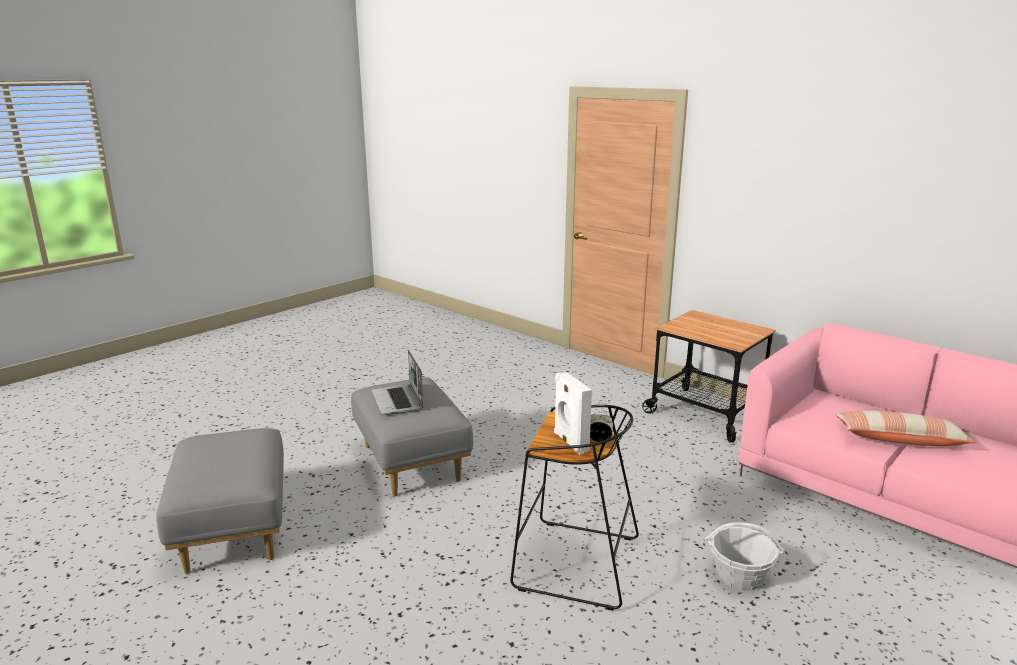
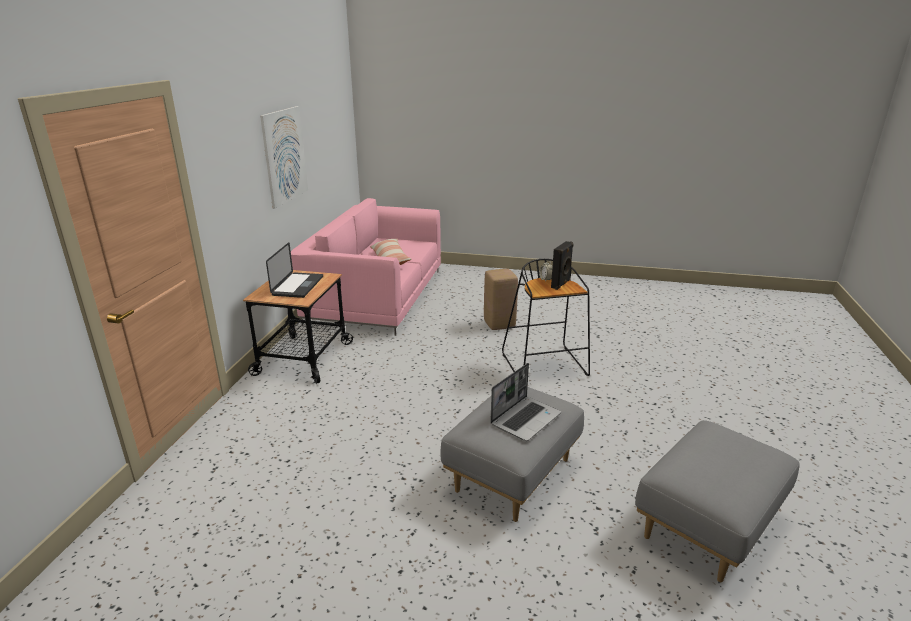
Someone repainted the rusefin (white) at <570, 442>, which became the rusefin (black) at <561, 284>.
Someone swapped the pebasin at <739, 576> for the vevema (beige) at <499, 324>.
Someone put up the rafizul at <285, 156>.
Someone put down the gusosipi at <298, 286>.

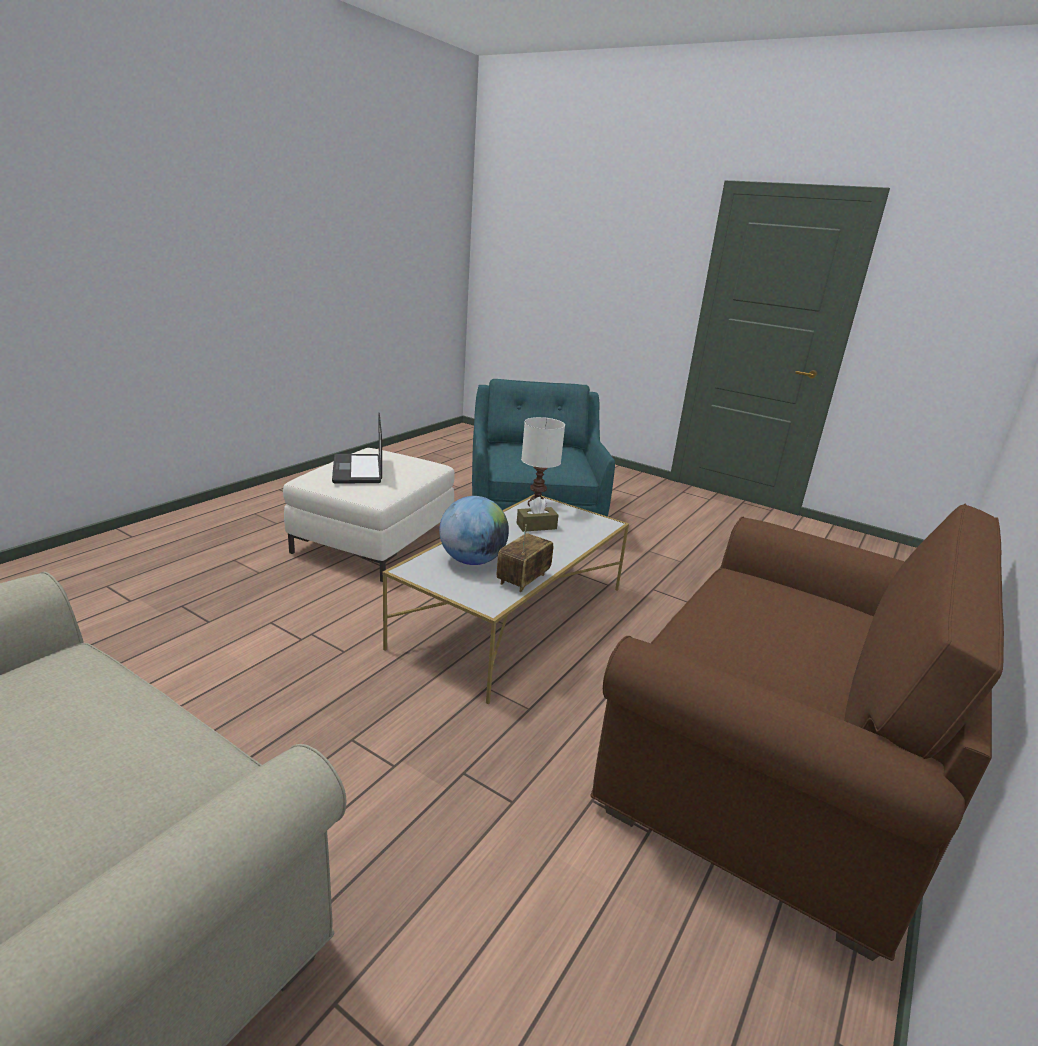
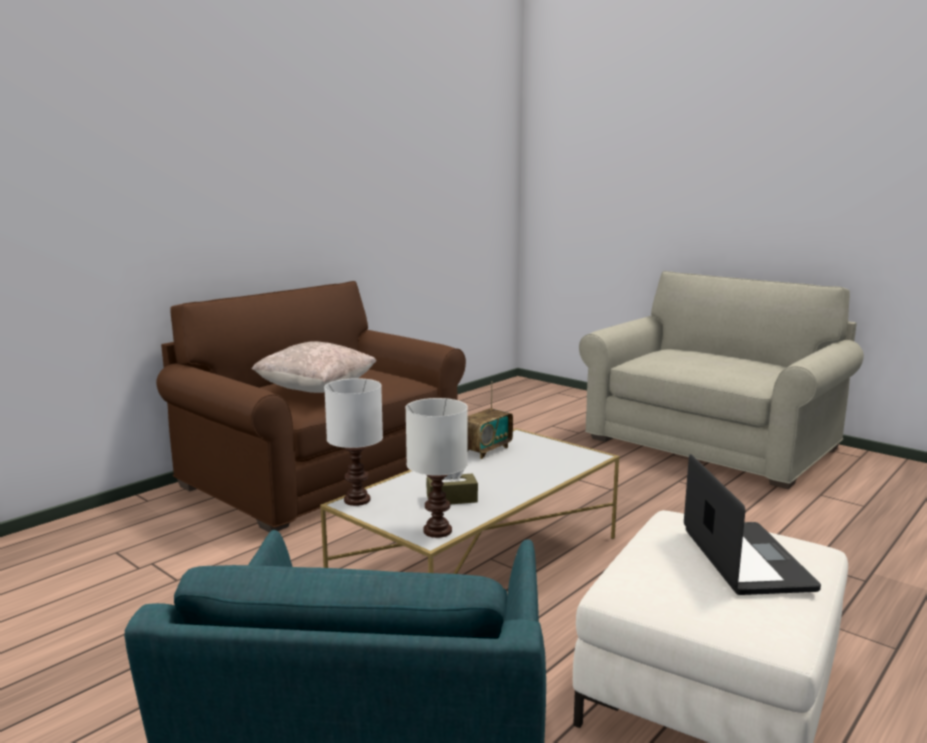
Someone took away the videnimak at <472, 561>.
Someone put down the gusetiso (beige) at <316, 390>.
Someone put down the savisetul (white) at <356, 500>.

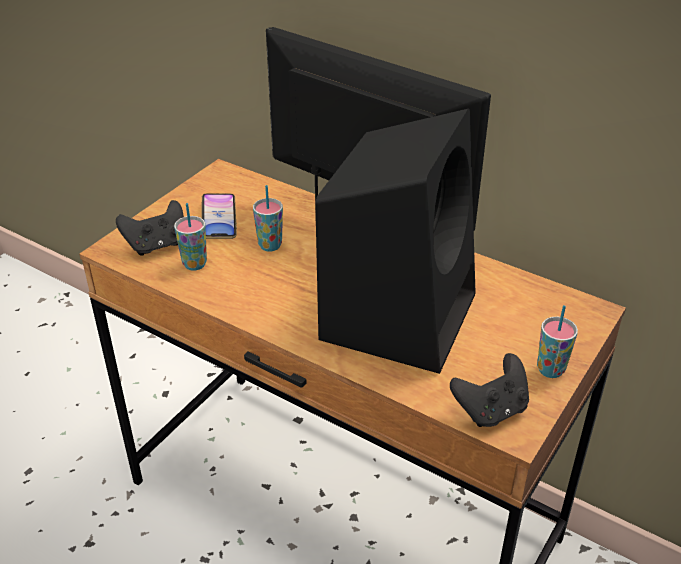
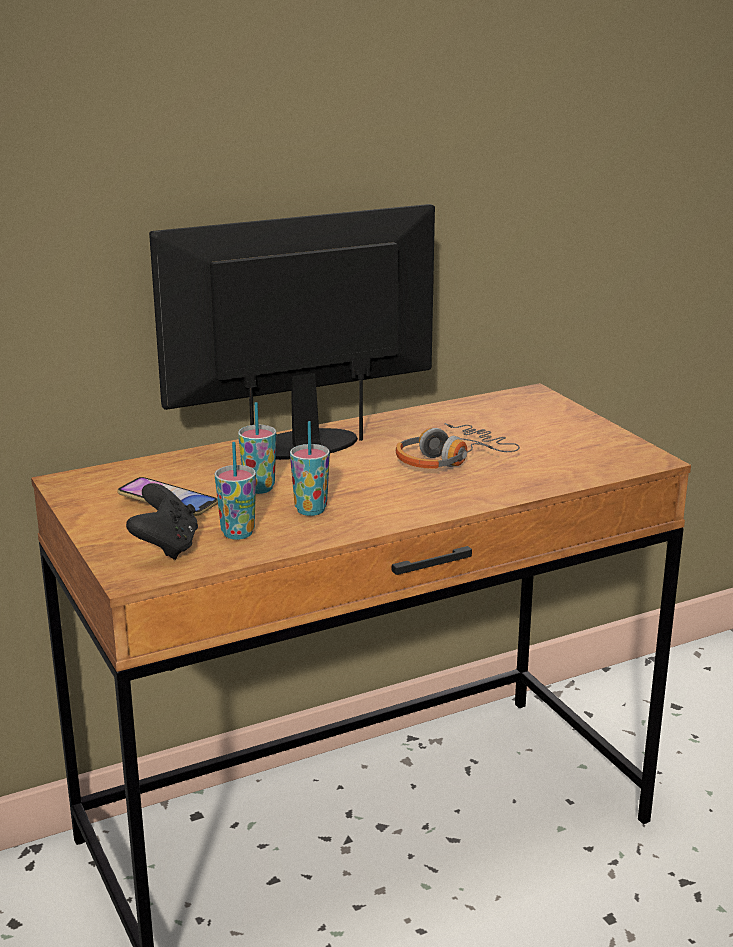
Someone swapped the rusefin (black) at <399, 313> for the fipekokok at <450, 460>.
Someone took away the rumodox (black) at <491, 410>.
Someone carried the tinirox from <550, 370> to <310, 510>.

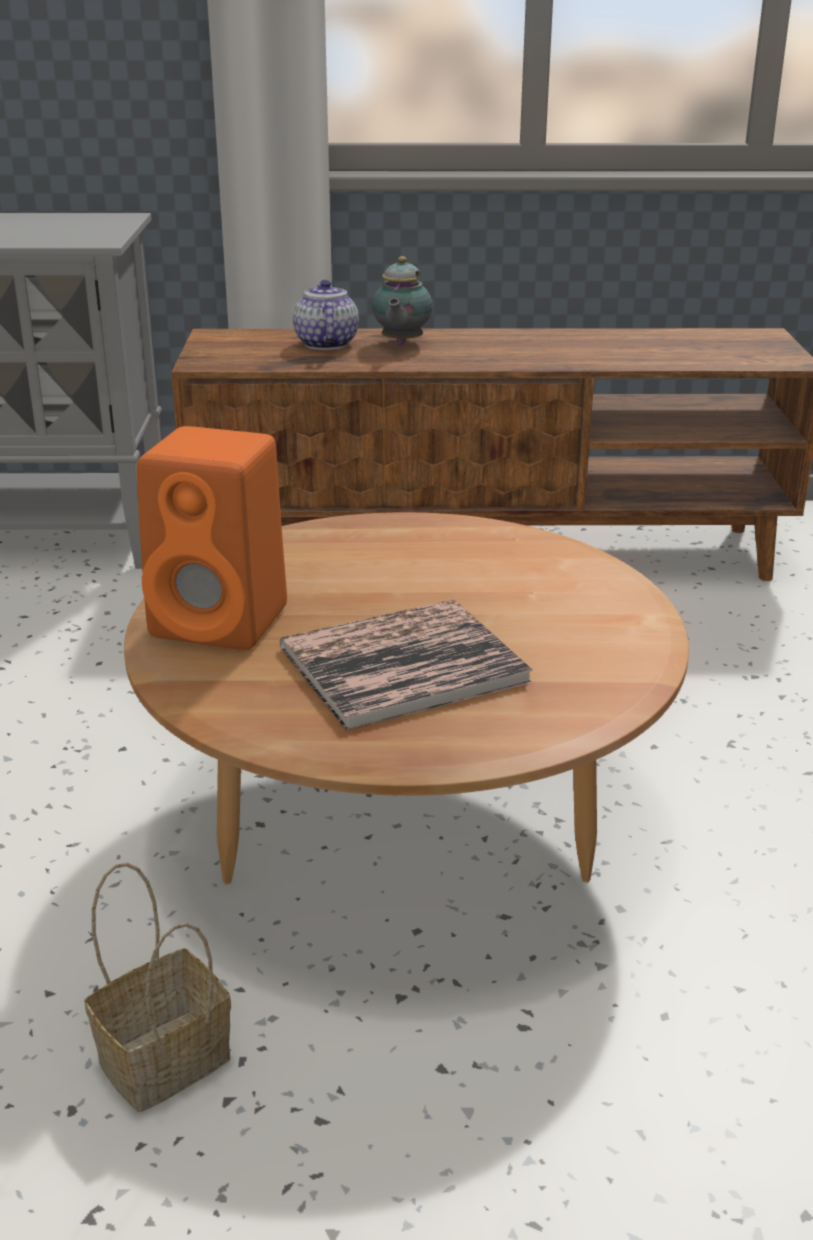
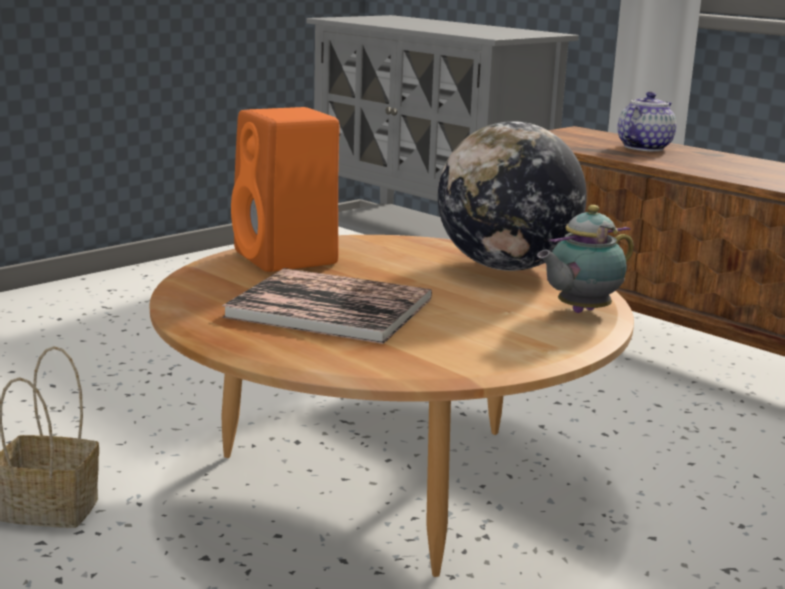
Someone carried the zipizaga from <401, 343> to <580, 311>.
Someone put down the videnimak at <506, 267>.

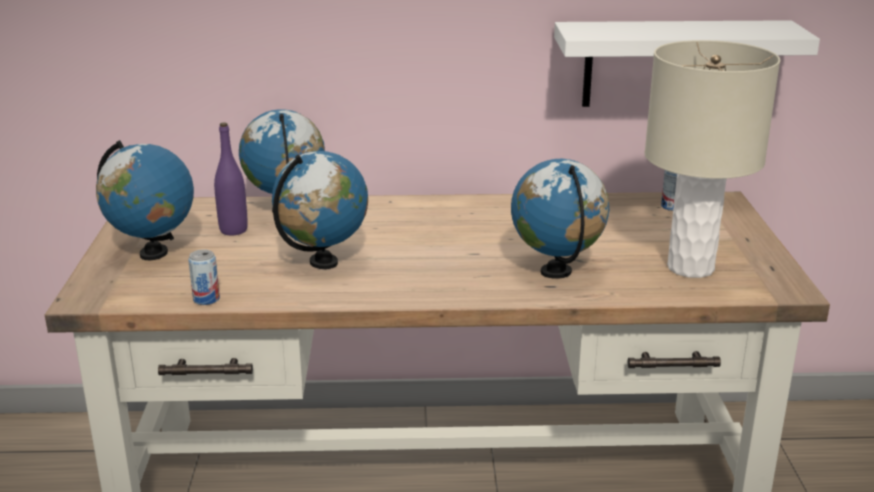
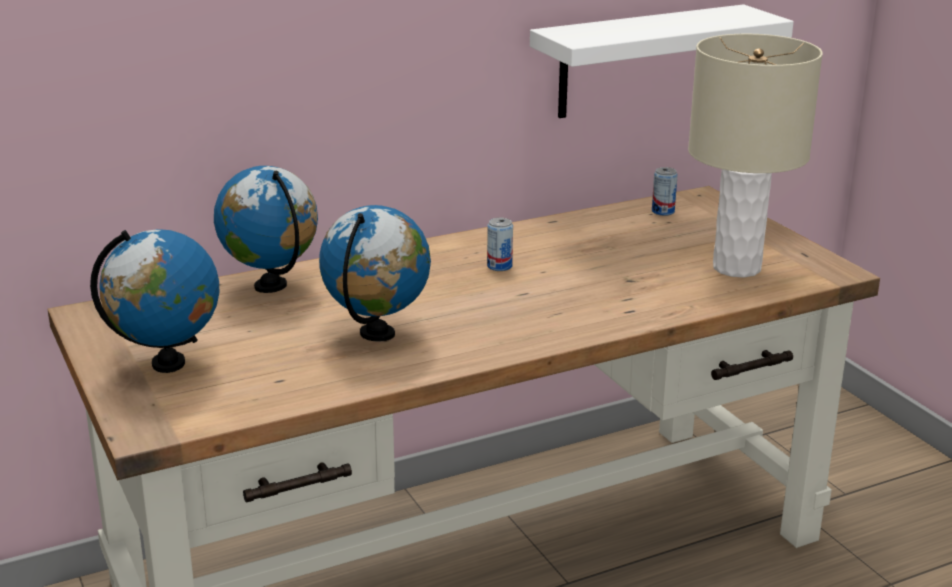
Someone carried the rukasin from <206, 299> to <499, 266>.
Someone took away the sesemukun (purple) at <233, 230>.
Someone took away the videnimak at <556, 272>.

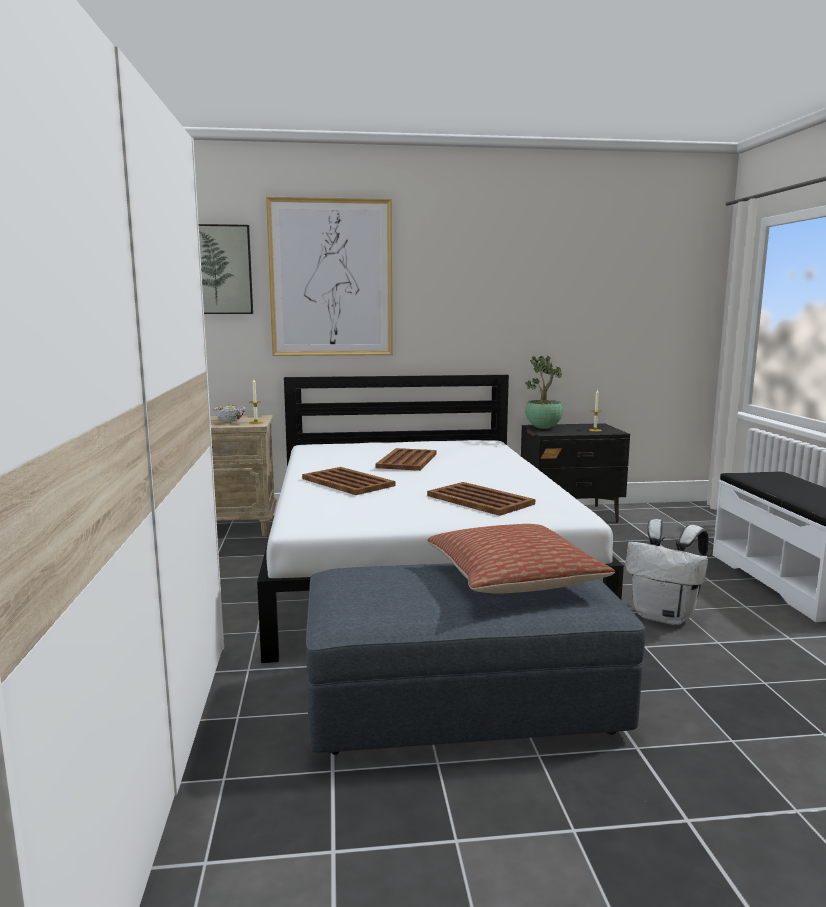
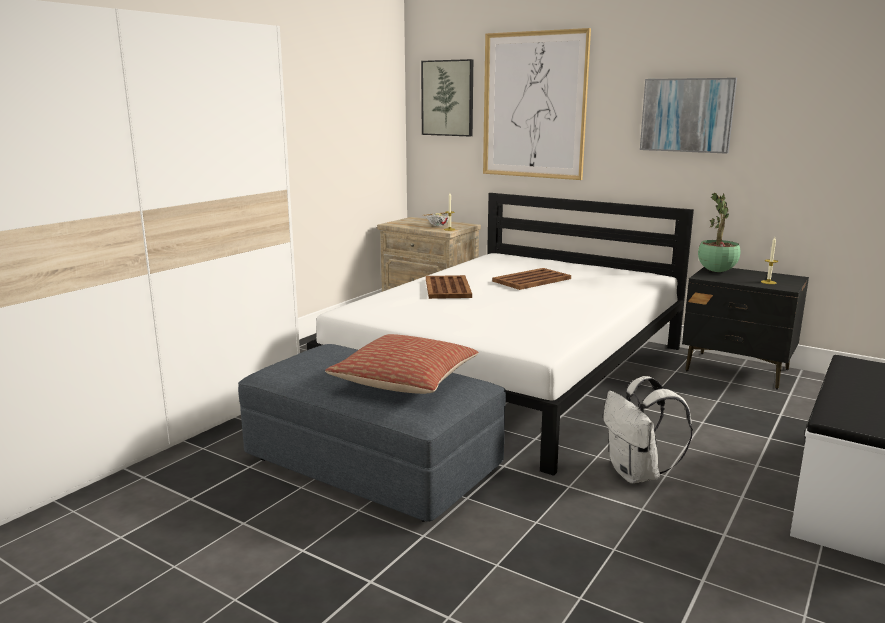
Someone took away the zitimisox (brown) at <480, 500>.
Someone put up the rafizul at <687, 115>.

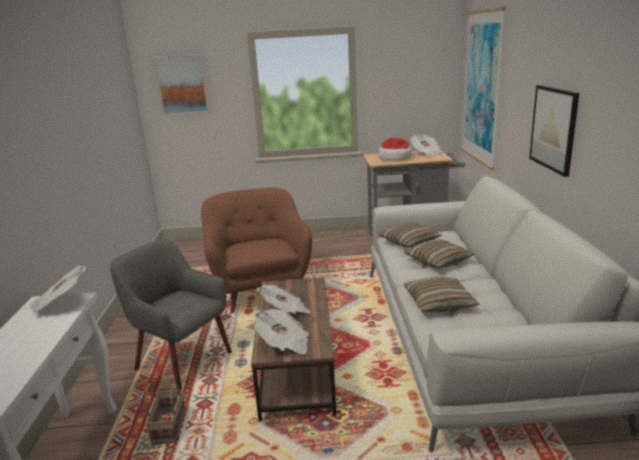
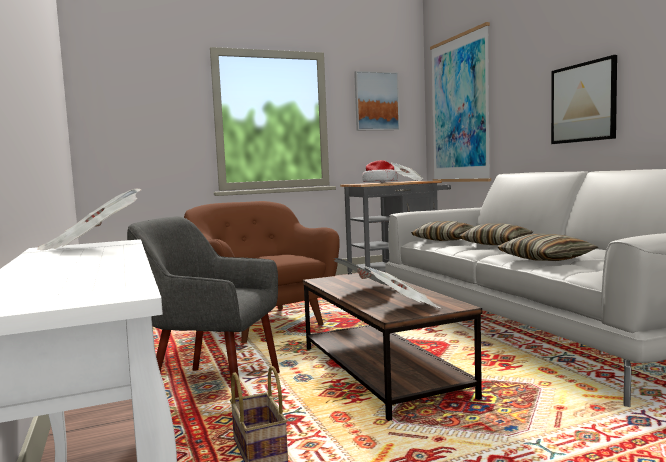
Someone carried the rafizul from <182, 84> to <376, 101>.

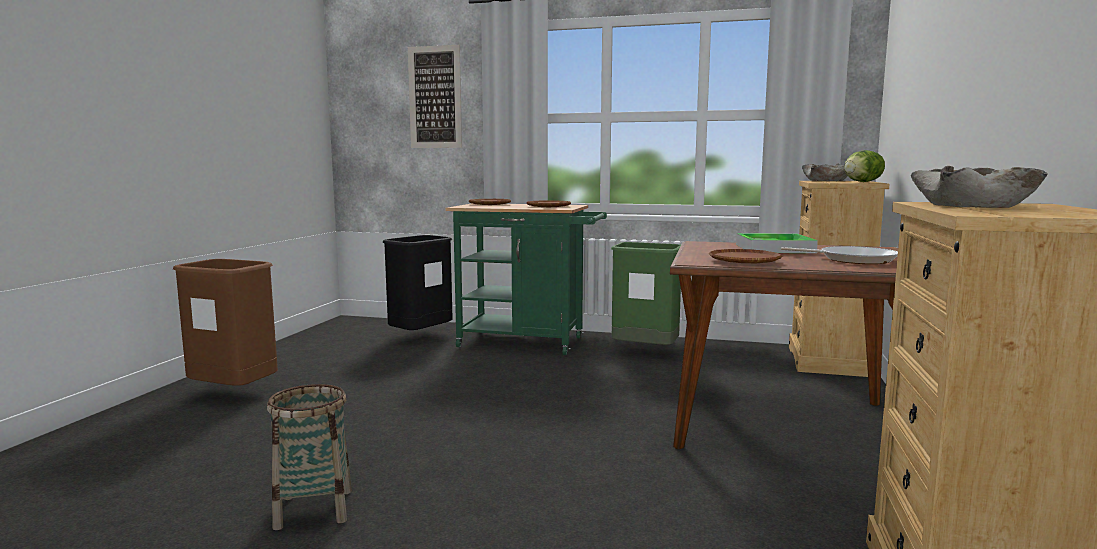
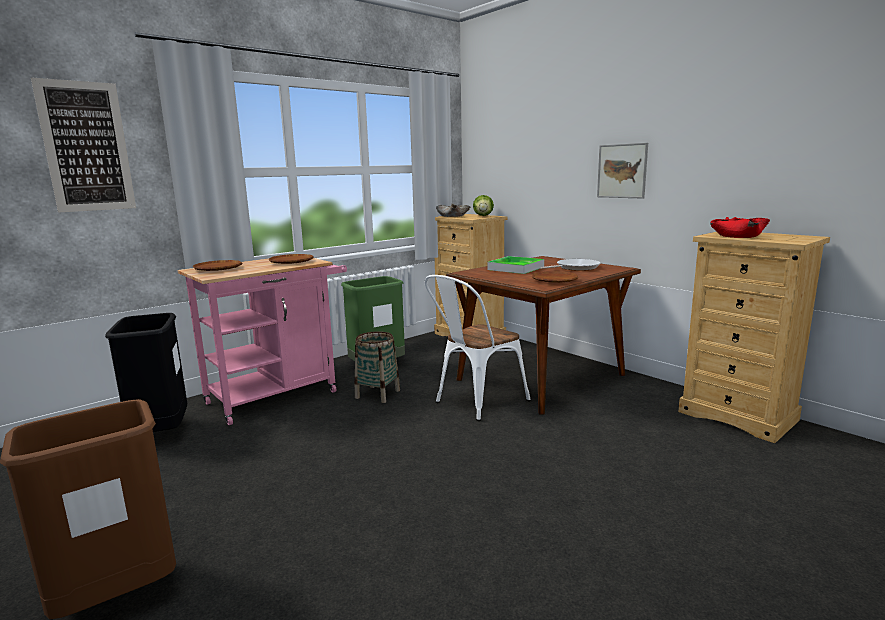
Someone carried the pebasin from <314, 509> to <377, 394>.
Someone repainted the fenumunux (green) at <529, 342>, which became the fenumunux (pink) at <279, 395>.
Someone repainted the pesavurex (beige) at <970, 205>, which became the pesavurex (red) at <737, 236>.
Someone put down the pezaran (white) at <475, 402>.
Someone put up the rafizul at <622, 171>.

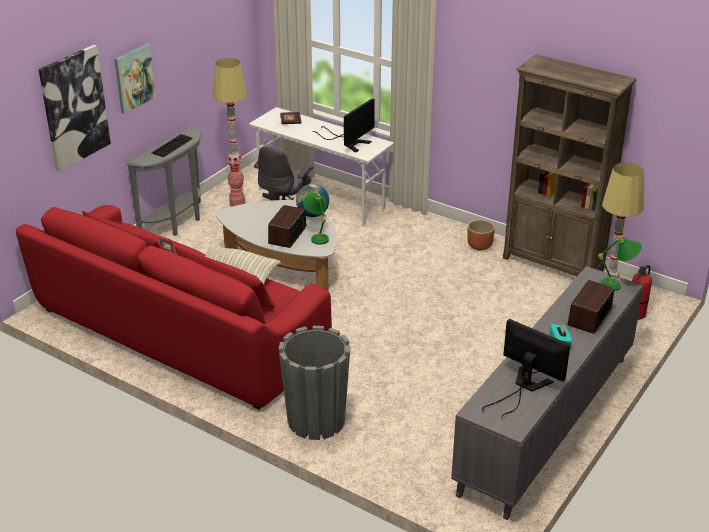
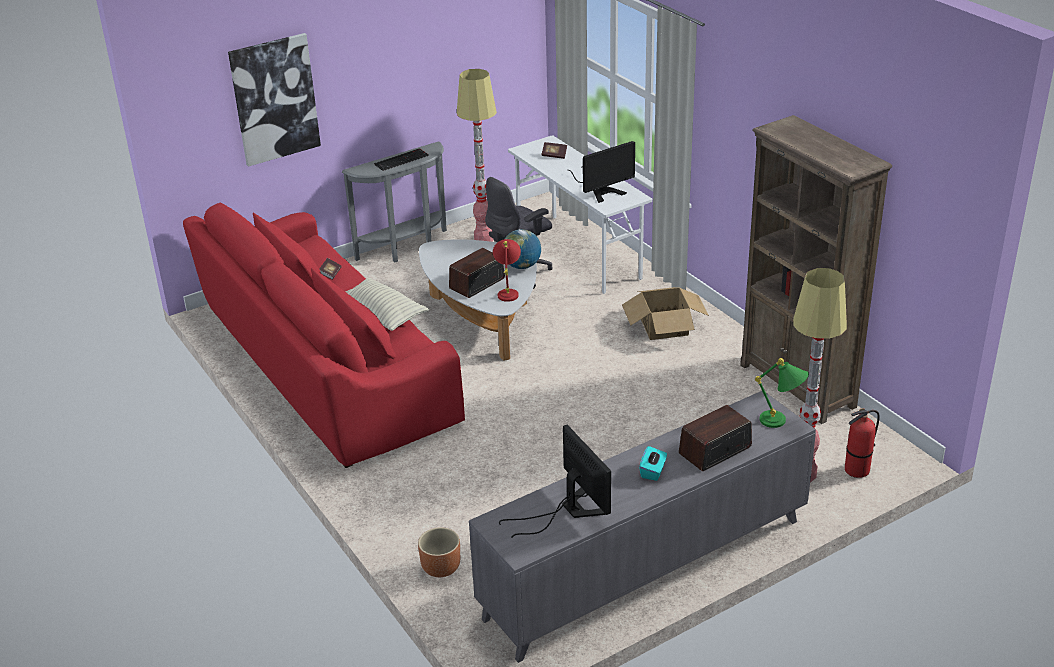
Someone took away the rafizul at <134, 77>.
Someone took away the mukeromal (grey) at <316, 420>.
Someone repainted the savisetul (green) at <317, 236>, which became the savisetul (red) at <508, 291>.
Someone carried the mukeromal (brown) from <479, 246> to <440, 568>.
Someone put down the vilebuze at <664, 326>.

